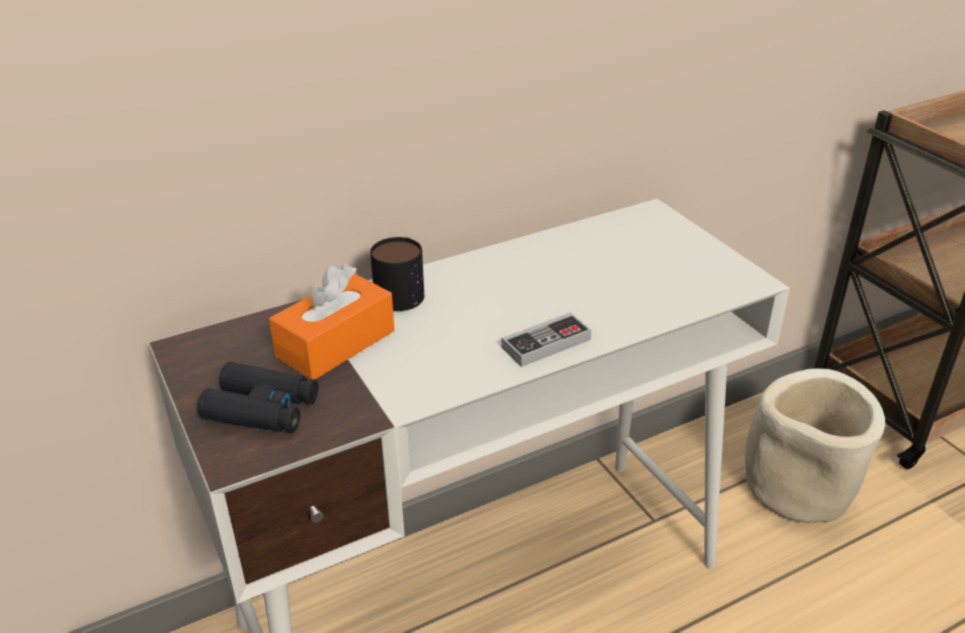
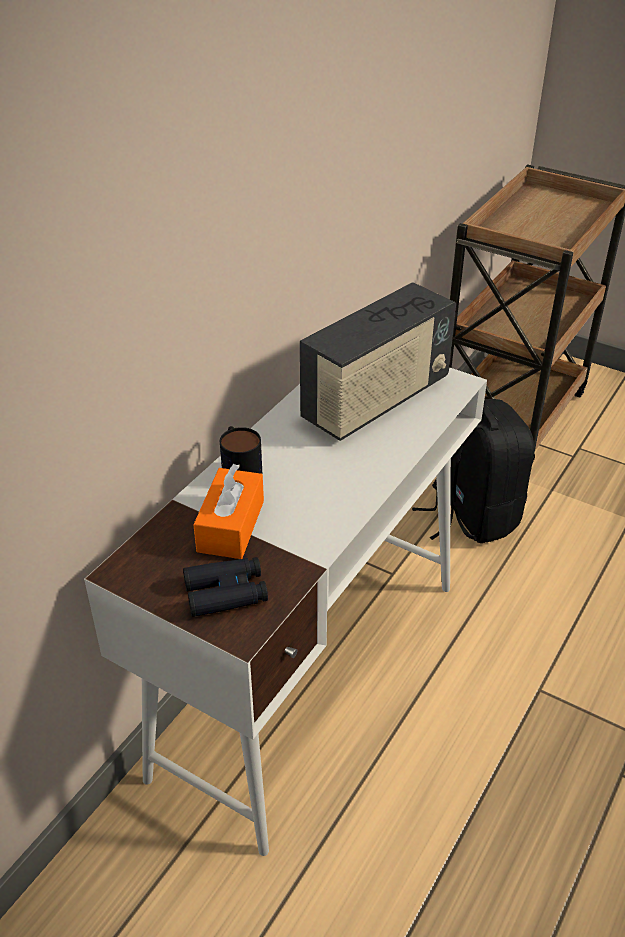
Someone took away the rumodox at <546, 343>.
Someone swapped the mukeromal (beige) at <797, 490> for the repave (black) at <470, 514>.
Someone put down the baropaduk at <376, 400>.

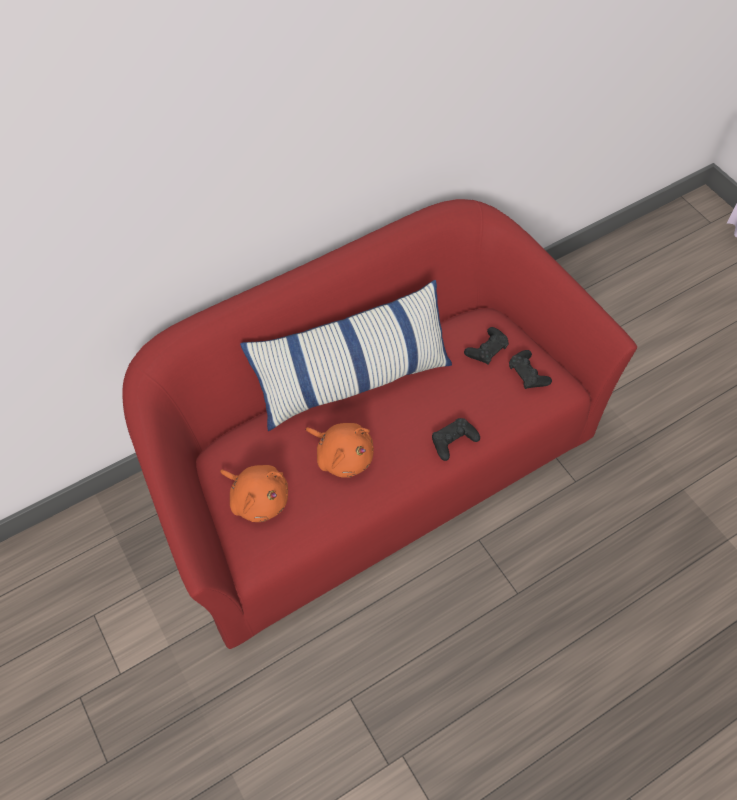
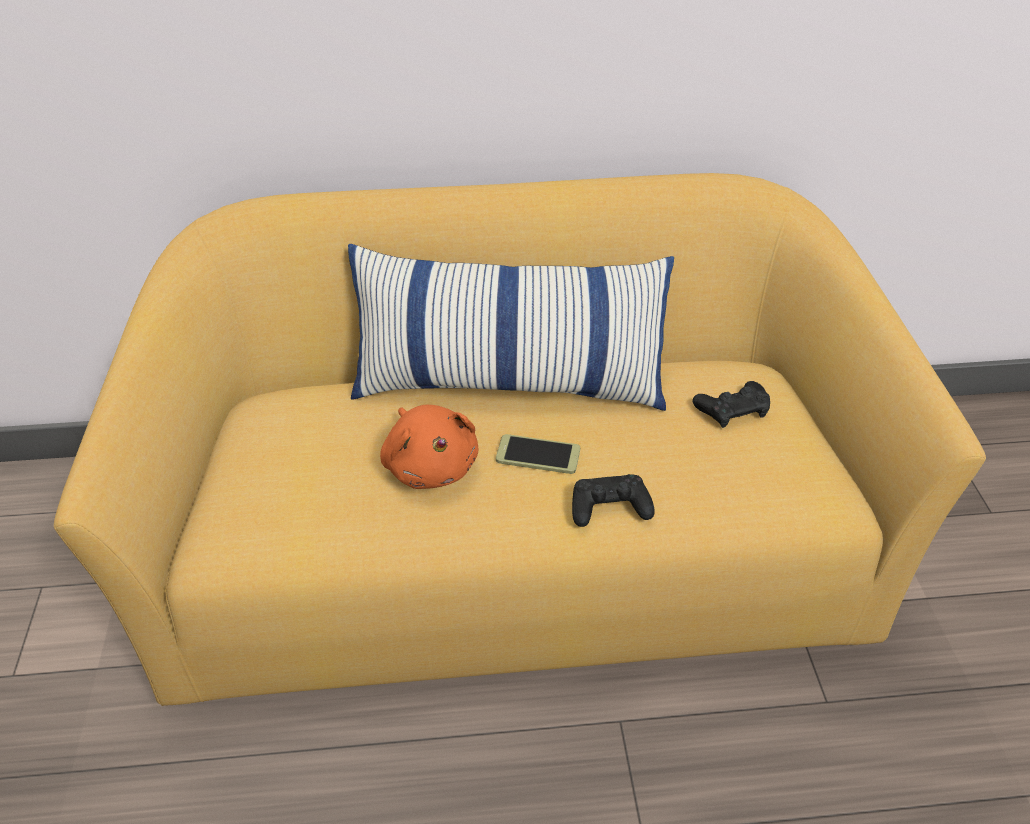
Someone repainted the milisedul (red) at <370, 464>, which became the milisedul (yellow) at <515, 551>.
Someone took away the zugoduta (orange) at <258, 498>.
Someone took away the rumodox (black) at <528, 373>.
Someone put down the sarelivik at <538, 455>.

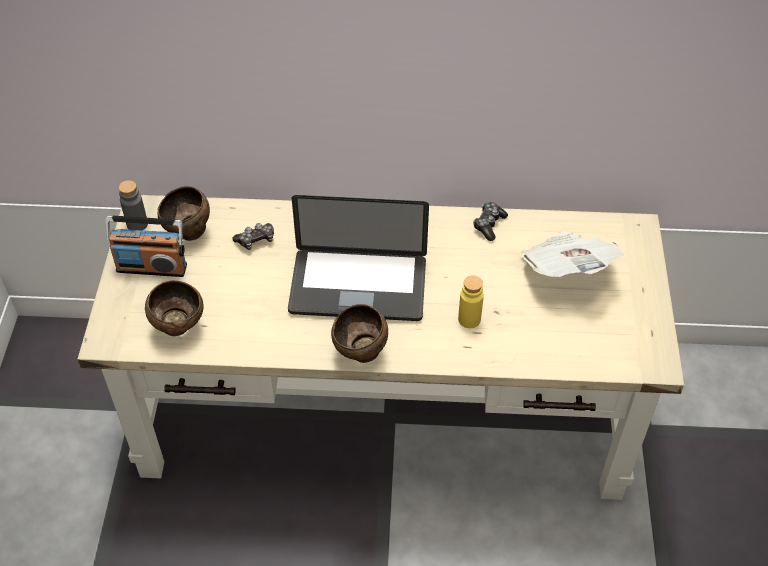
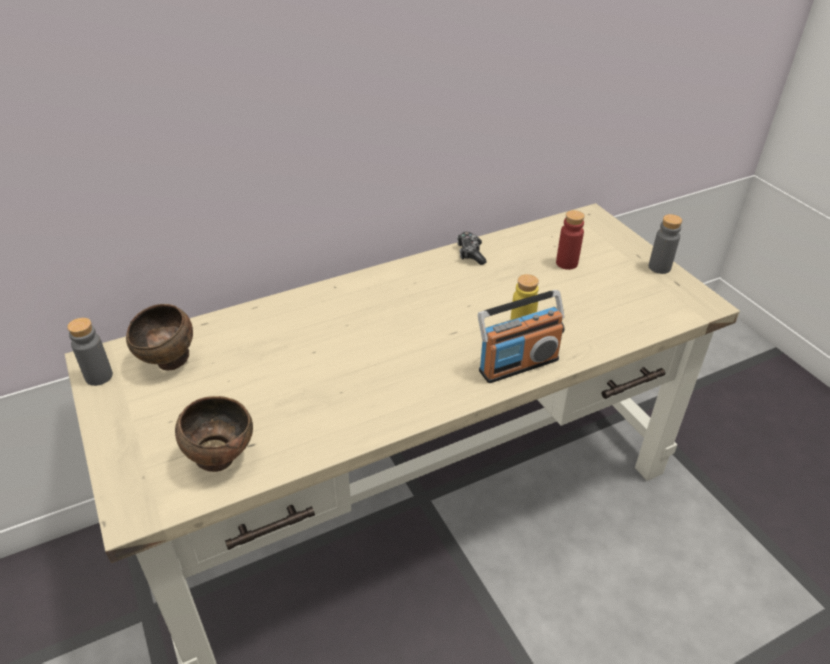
Someone carried the baropaduk from <152, 267> to <518, 364>.
Someone took away the rumodox at <256, 240>.
Someone took away the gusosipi at <358, 286>.
Someone took away the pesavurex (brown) at <361, 353>.
Someone swapped the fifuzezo at <567, 270> for the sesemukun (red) at <566, 263>.
Someone put down the sesemukun (grey) at <659, 267>.

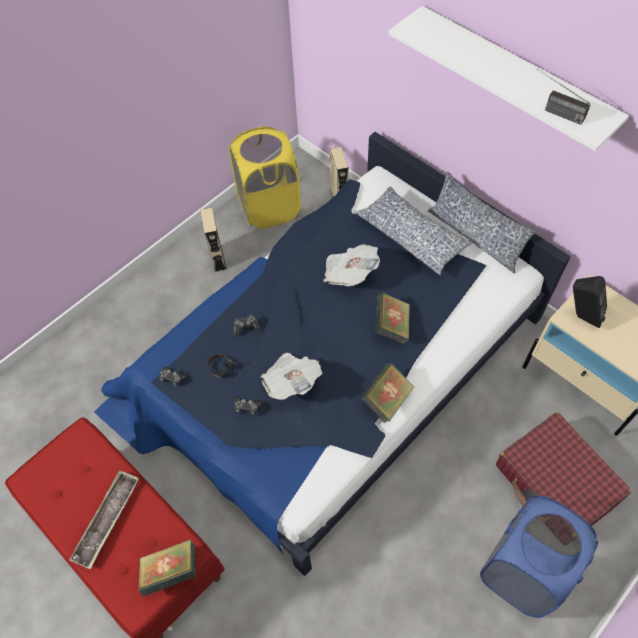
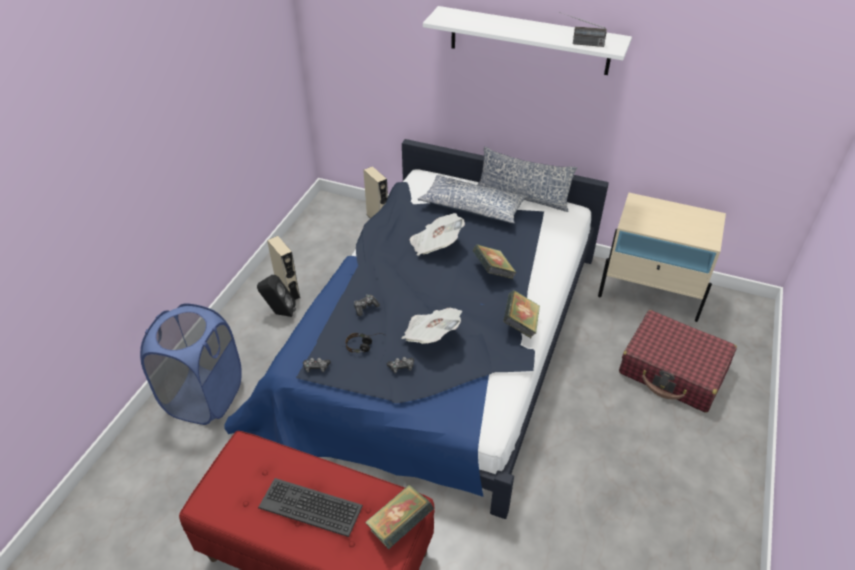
Someone swapped the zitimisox at <107, 520> for the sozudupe at <311, 506>.
Someone took away the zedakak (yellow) at <269, 207>.
Someone carried the zedakak (blue) from <522, 569> to <205, 397>.
Someone carried the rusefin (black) from <581, 316> to <279, 313>.

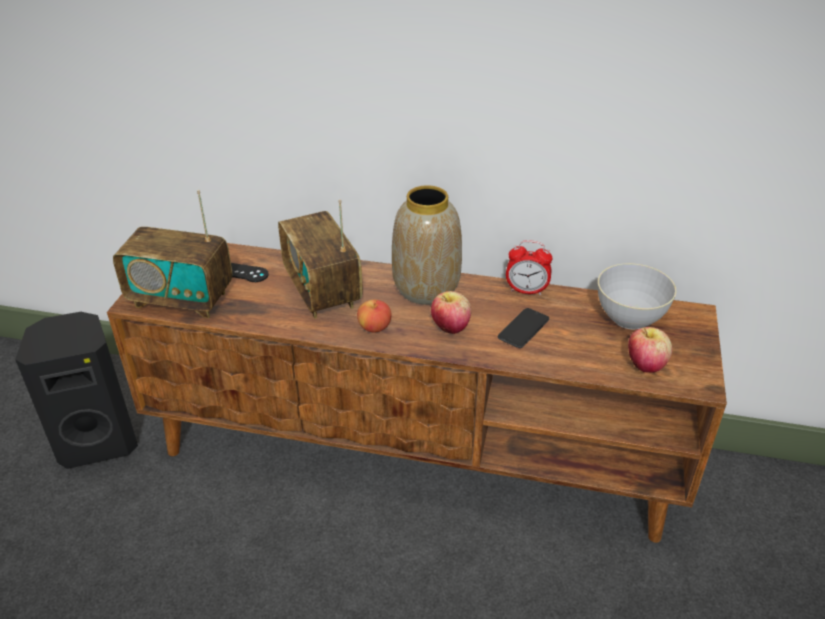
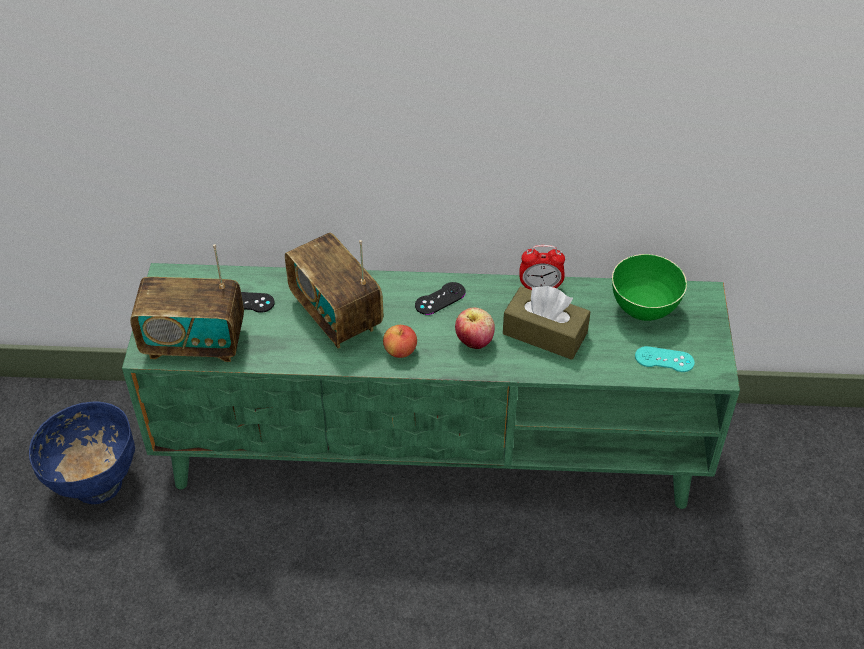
Someone swapped the rusefin (black) at <99, 441> for the pesavurex (blue) at <96, 483>.
Someone repainted the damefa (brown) at <415, 453>, which became the damefa (green) at <434, 450>.
Someone swapped the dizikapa at <426, 289> for the rumodox (black) at <440, 299>.
Someone swapped the sarelivik at <523, 329> for the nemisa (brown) at <545, 333>.
Someone repainted the pesavurex (grey) at <629, 318>, which became the pesavurex (green) at <644, 308>.
Someone swapped the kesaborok at <645, 365> for the rumodox (turquoise) at <664, 359>.

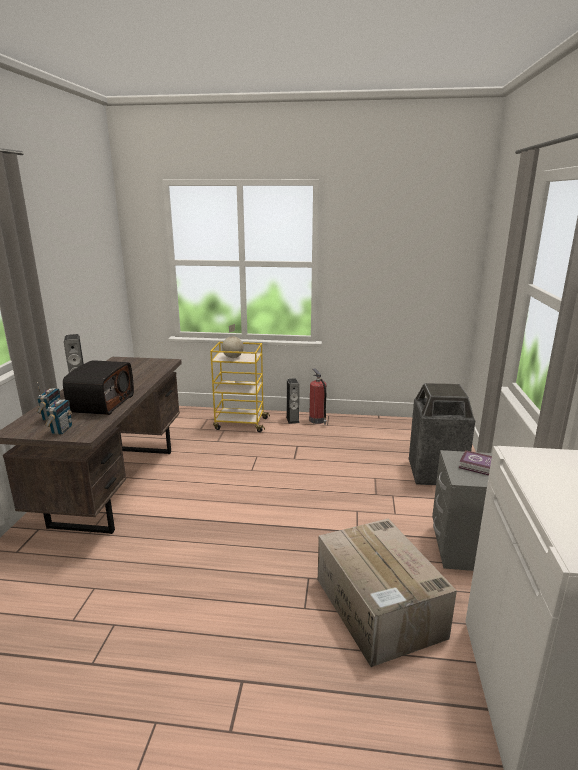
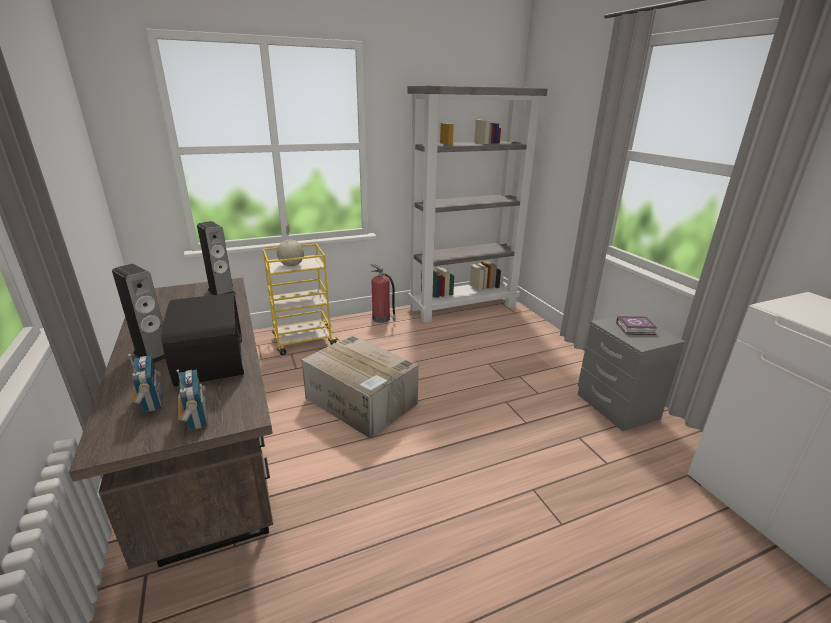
Someone carried the rusefin from <292, 419> to <221, 291>.
Someone carried the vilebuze from <380, 608> to <362, 401>.
Someone took away the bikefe at <435, 473>.
Someone put down the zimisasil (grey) at <463, 307>.

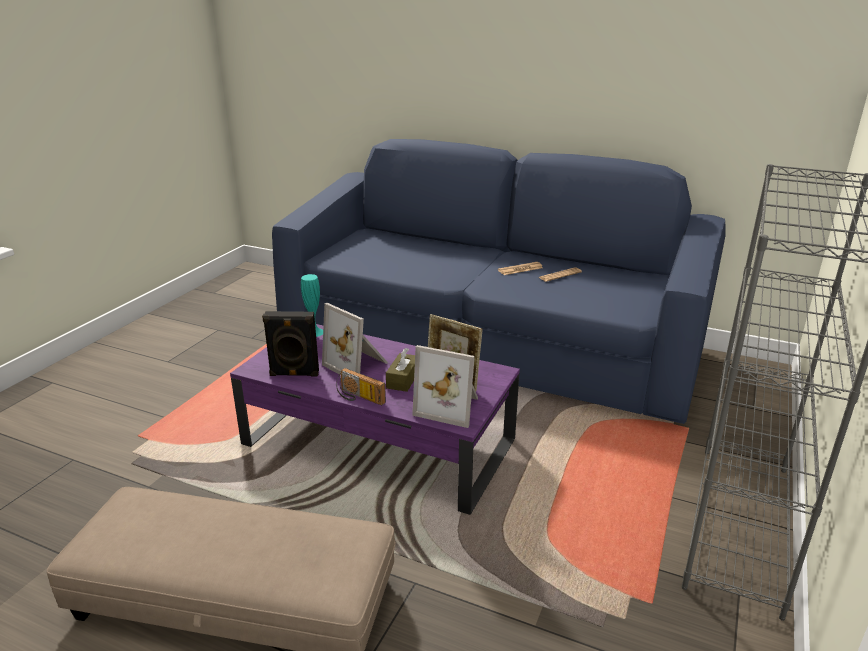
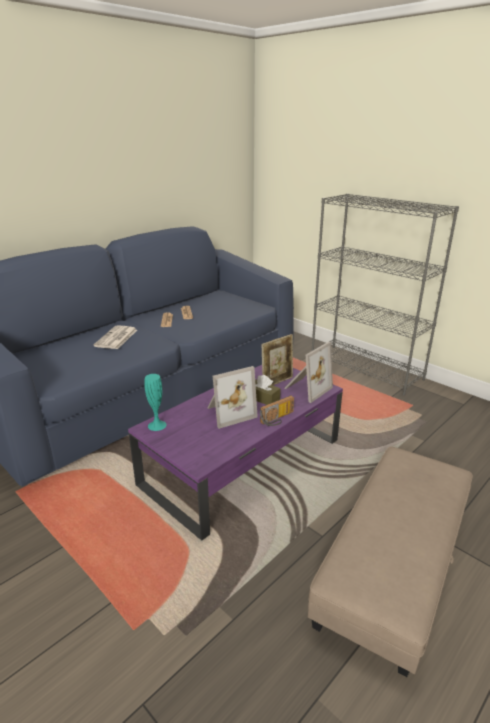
Someone took away the rusefin (black) at <294, 374>.
Someone put down the fifuzezo at <116, 338>.

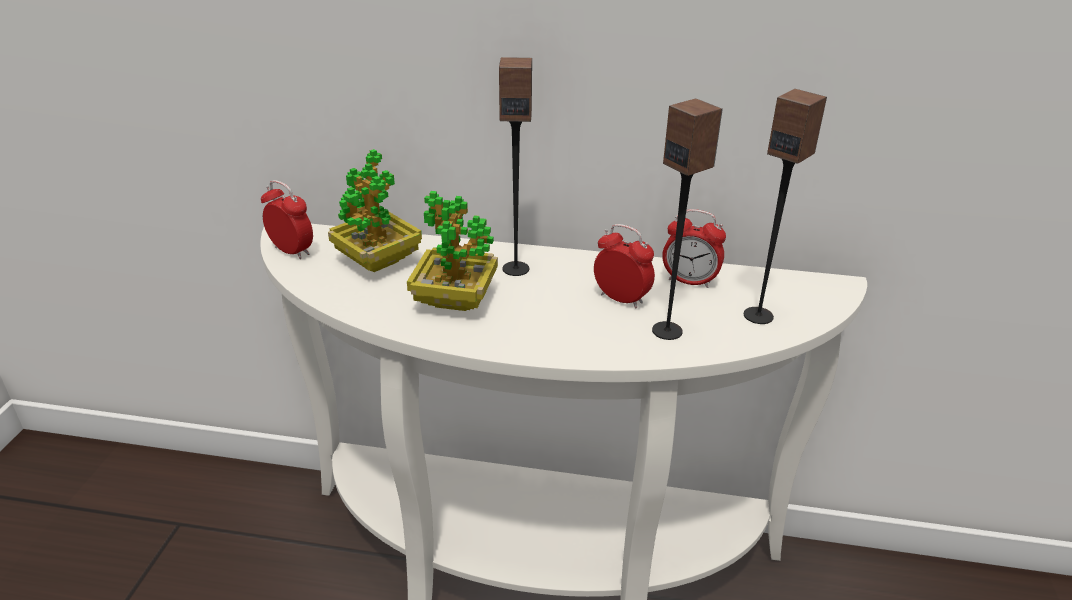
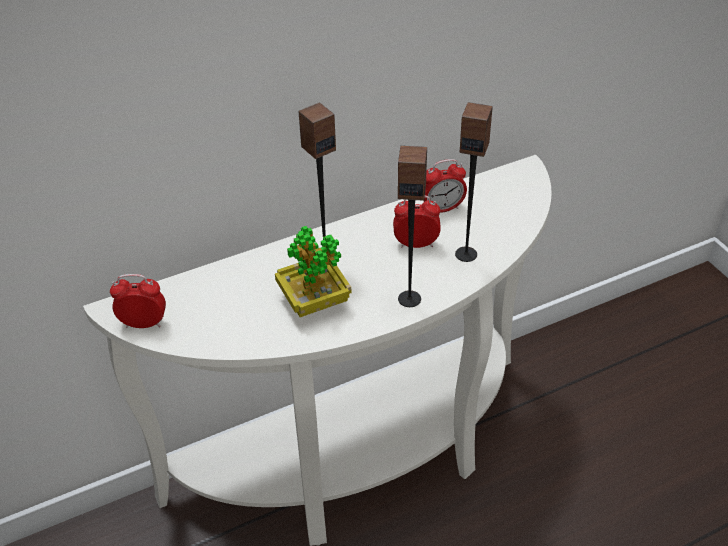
Someone took away the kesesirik at <378, 261>.
Someone carried the rusefin from <758, 315> to <409, 298>.

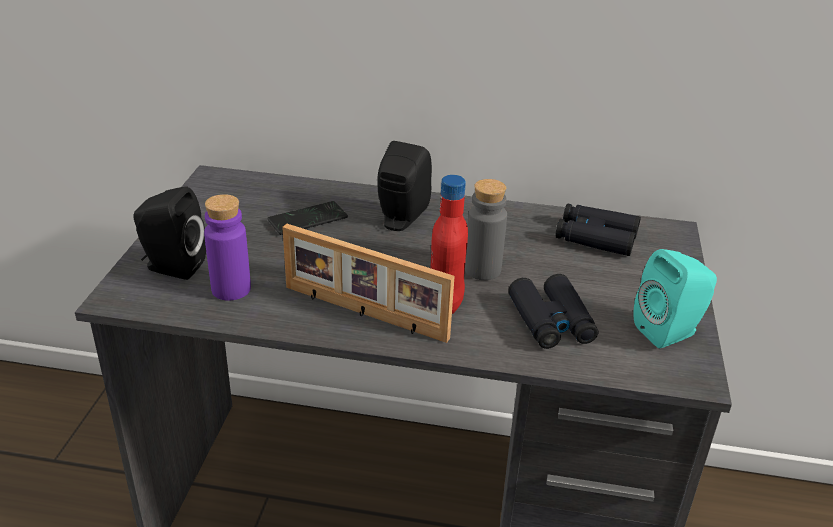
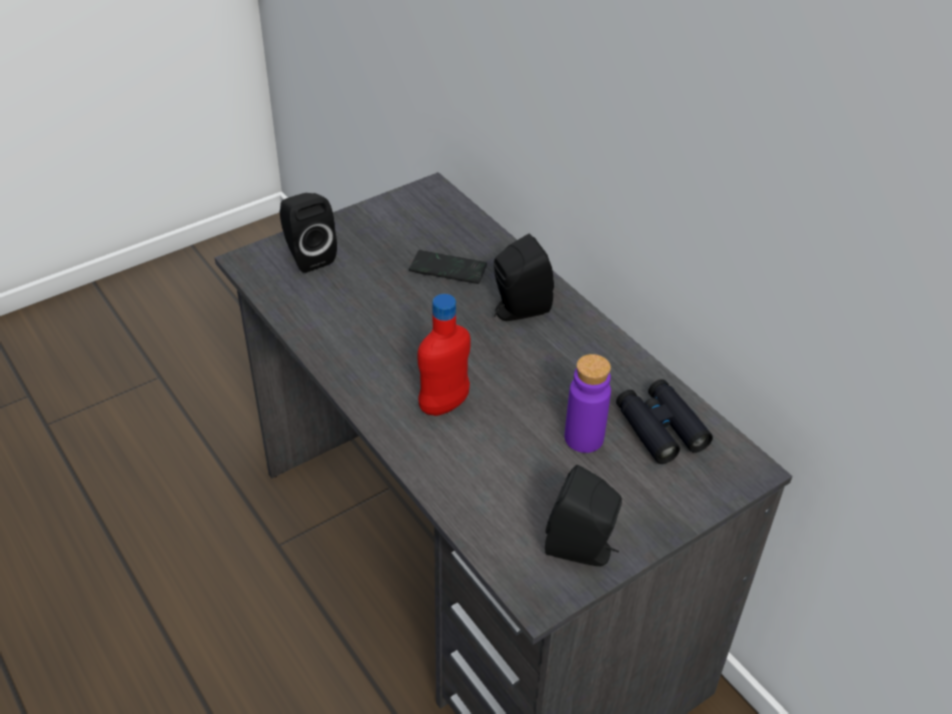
Someone carried the sesemukun (purple) from <231, 289> to <583, 438>.
Someone took away the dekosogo at <363, 313>.
Someone took away the sesemukun (grey) at <482, 270>.
Someone took away the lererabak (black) at <551, 321>.
Someone repainted the rusefin (turquoise) at <670, 332>, which became the rusefin (black) at <582, 550>.

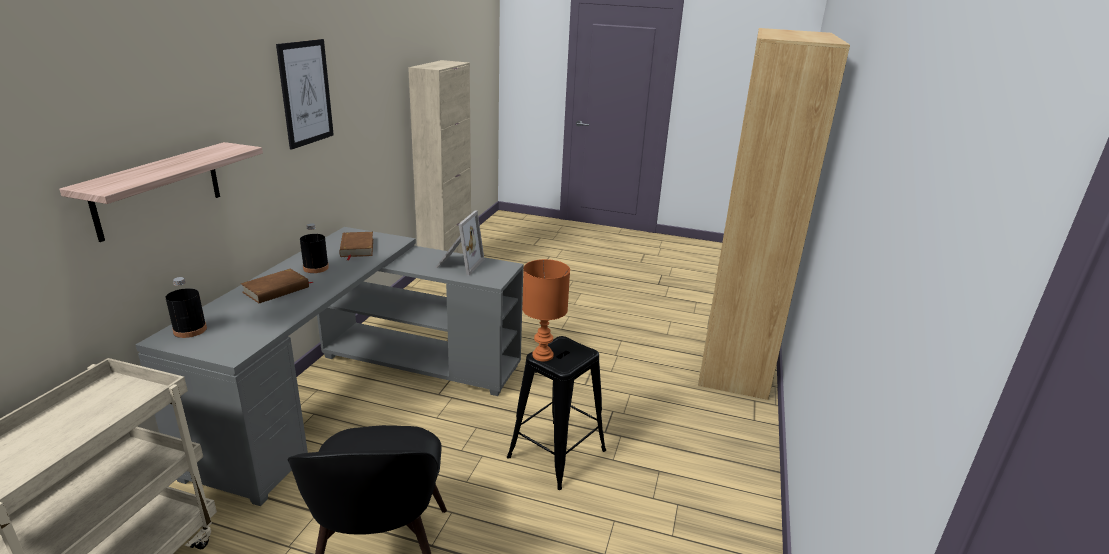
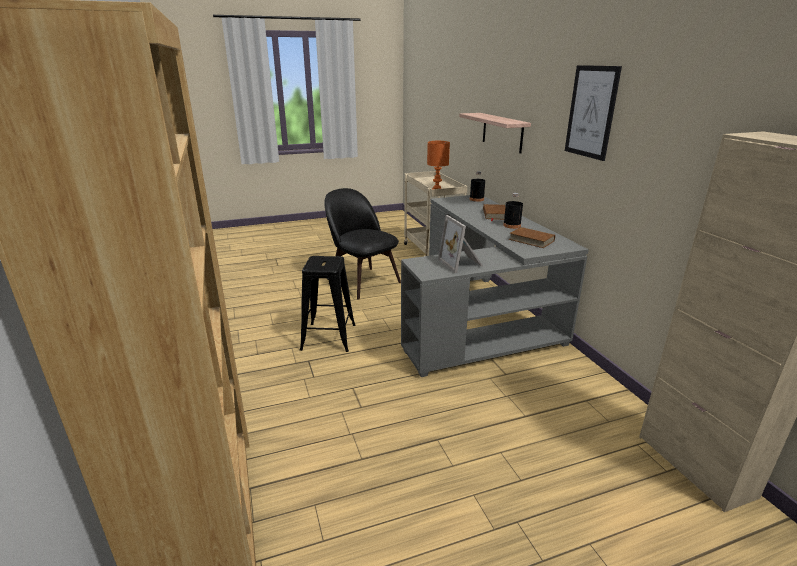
Someone carried the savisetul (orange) from <542, 356> to <436, 190>.

